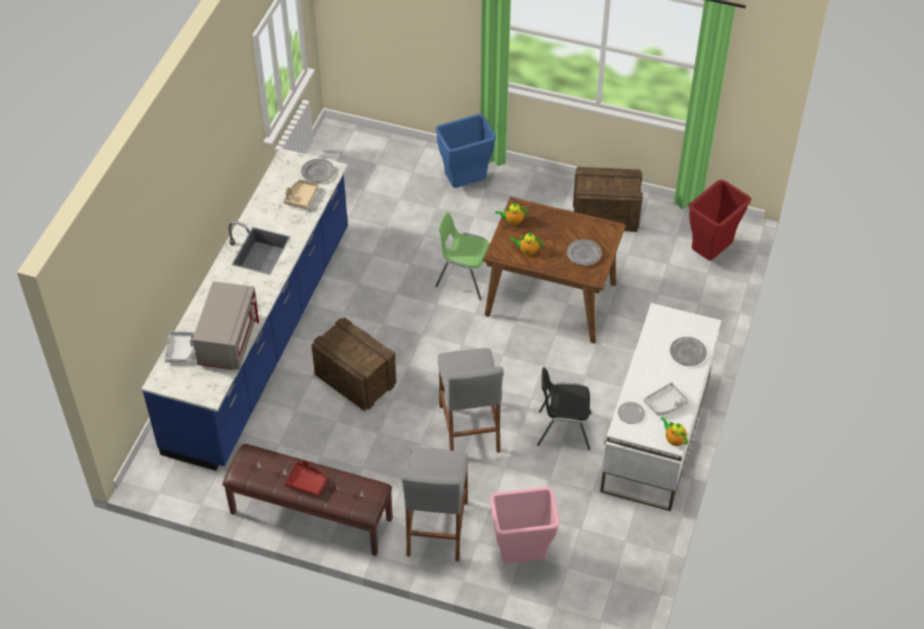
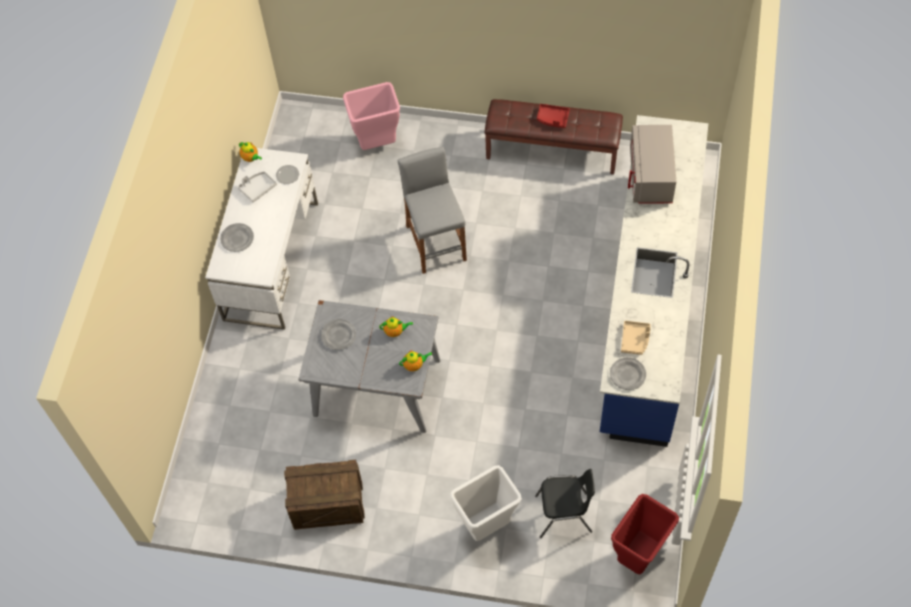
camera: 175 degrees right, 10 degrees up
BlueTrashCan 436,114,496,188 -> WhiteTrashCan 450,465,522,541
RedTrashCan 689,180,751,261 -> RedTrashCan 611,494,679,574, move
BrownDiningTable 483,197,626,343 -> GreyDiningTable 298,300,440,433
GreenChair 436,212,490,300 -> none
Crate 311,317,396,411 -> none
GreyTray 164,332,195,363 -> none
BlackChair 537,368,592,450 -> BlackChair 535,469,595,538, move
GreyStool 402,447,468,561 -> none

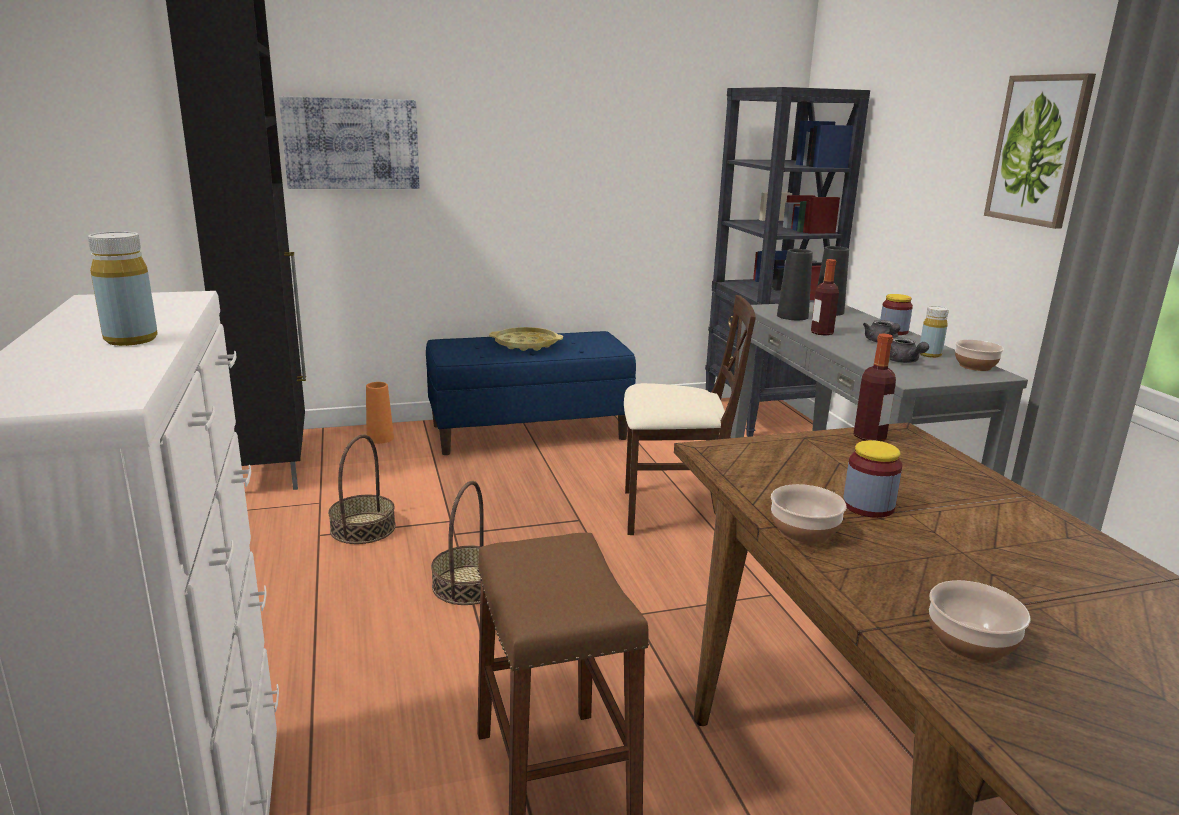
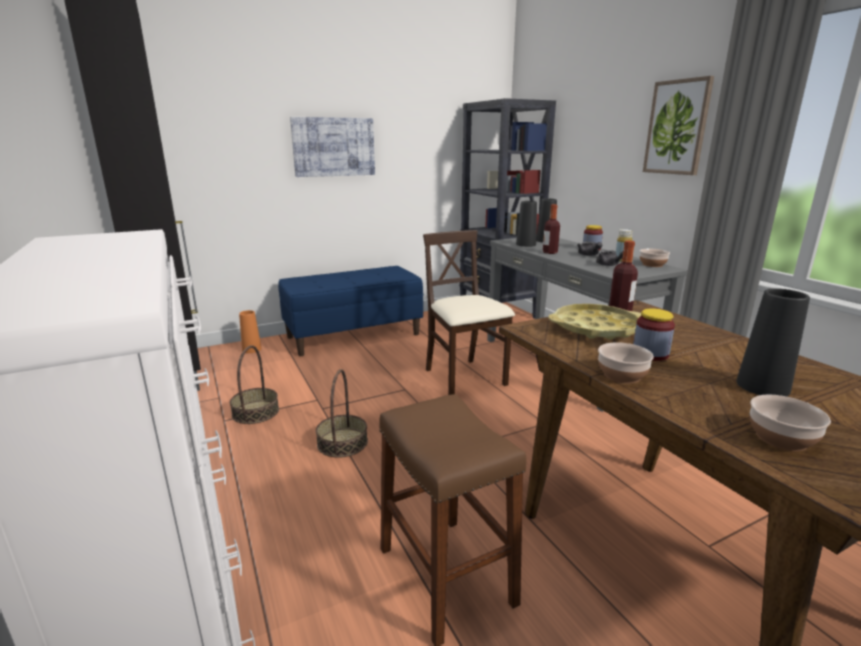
camera: 10 degrees left, 0 degrees up
Picture 279,96,420,189 -> Picture 290,117,375,177, move
YellowBottle 88,232,158,346 -> none
BeigeChair 624,295,756,535 -> BeigeChair 423,230,515,395, 105 degrees counterclockwise
YellowTray 489,327,563,351 -> YellowTray 548,304,641,340, move
none -> BlackVase 736,288,810,397

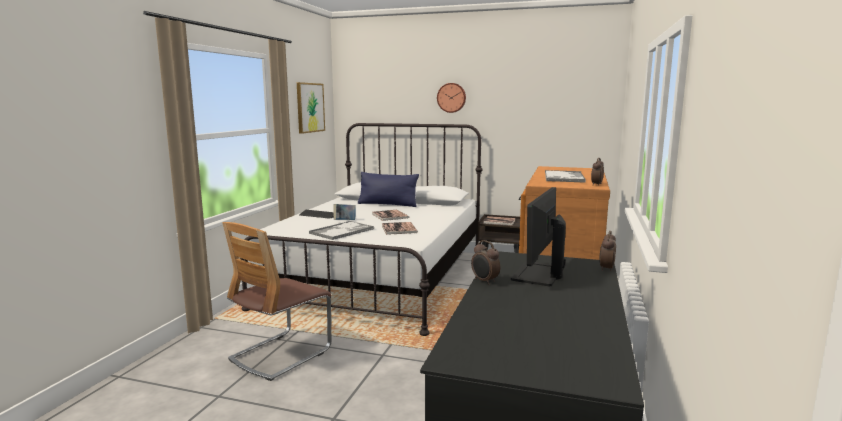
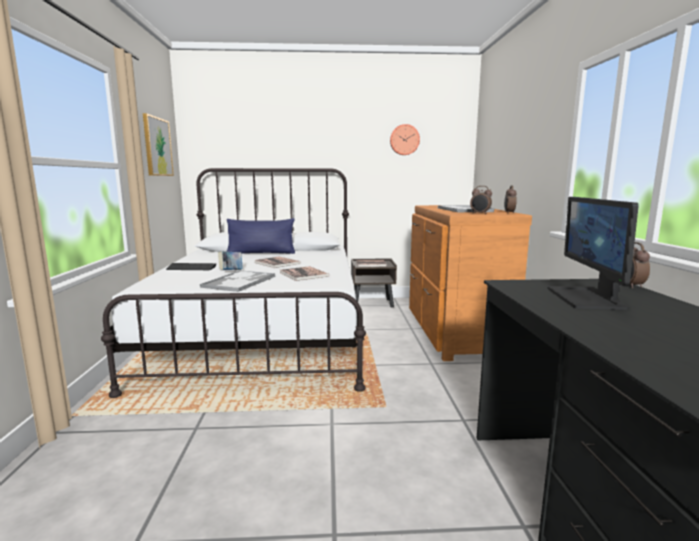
camera: 20 degrees left, 0 degrees up
WallClock 437,83,466,113 -> WallClock 390,124,420,155, move
Chair 223,222,331,381 -> none
AlarmClock 471,240,500,285 -> AlarmClock 470,186,492,214, move

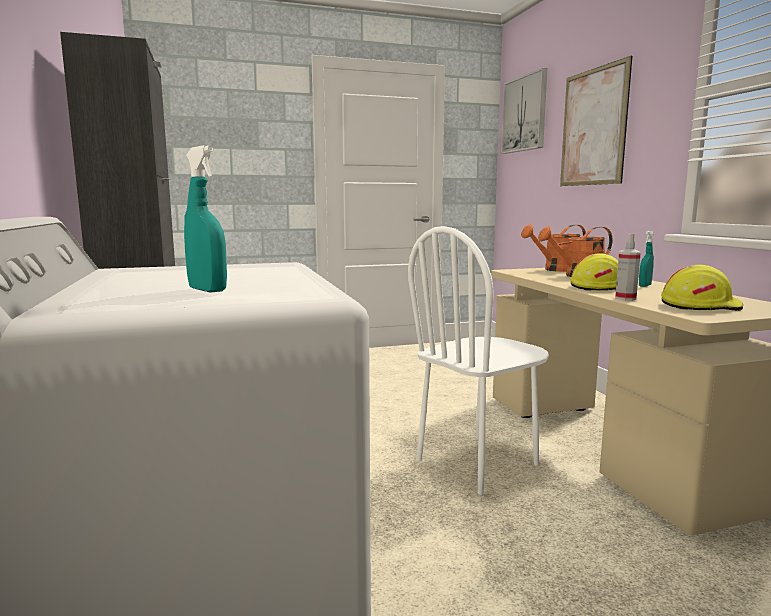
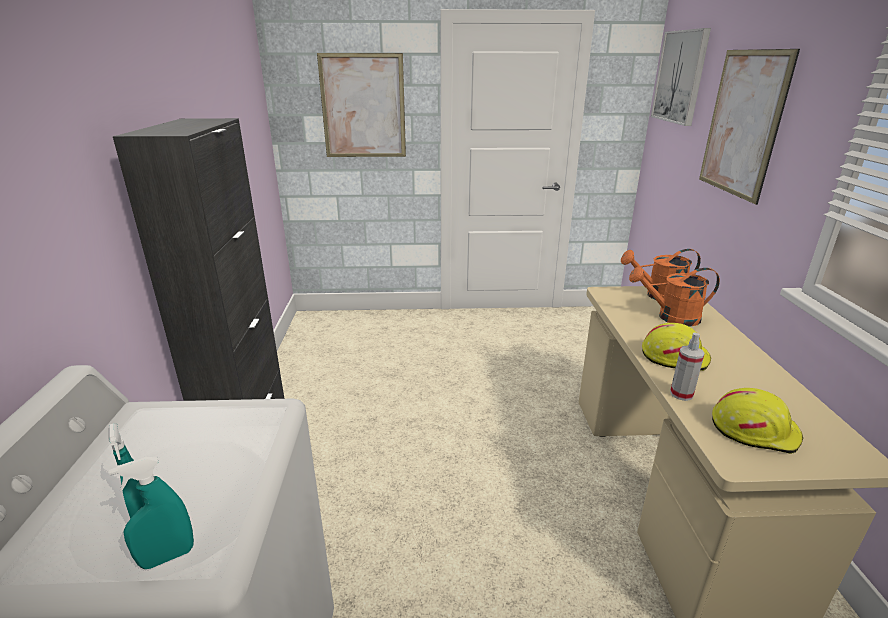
camera: 15 degrees right, 15 degrees up
WhiteChair 408,226,549,495 -> none
TurquoiseSprayBottle 639,231,654,287 -> TurquoiseSprayBottle 109,457,194,569, move
none -> Picture 317,53,406,157

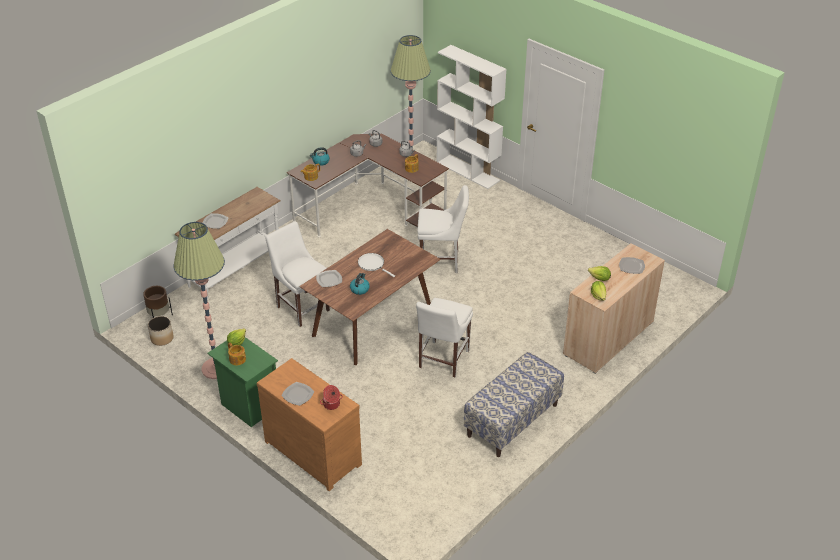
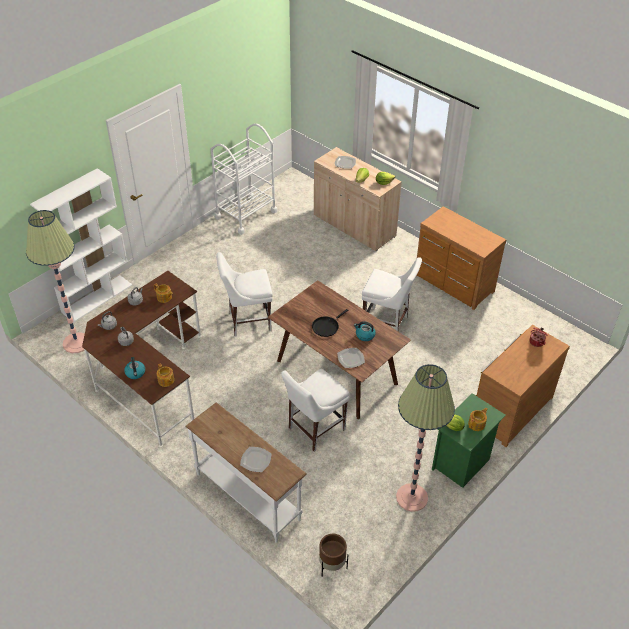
camera: 90 degrees left, 5 degrees up
WhiteChair 417,185,469,273 -> WhiteChair 216,252,273,336, 105 degrees counterclockwise
WhiteFryingPan 358,253,395,277 -> BlackFryingPan 312,309,348,337
Planter 148,316,174,346 -> none
Bench 464,352,564,457 -> BrownDresser 417,206,506,310
Plate 281,382,314,406 -> none
none -> WhiteCart 211,123,277,235

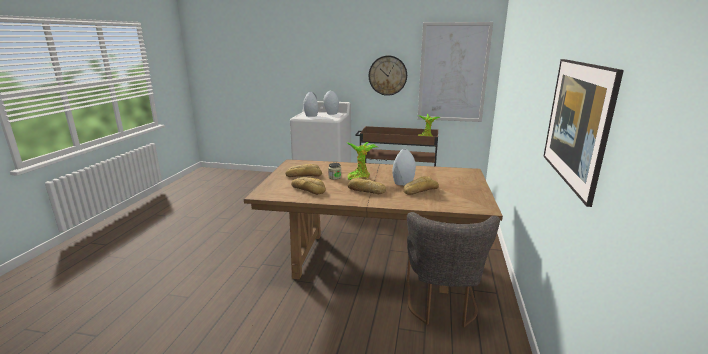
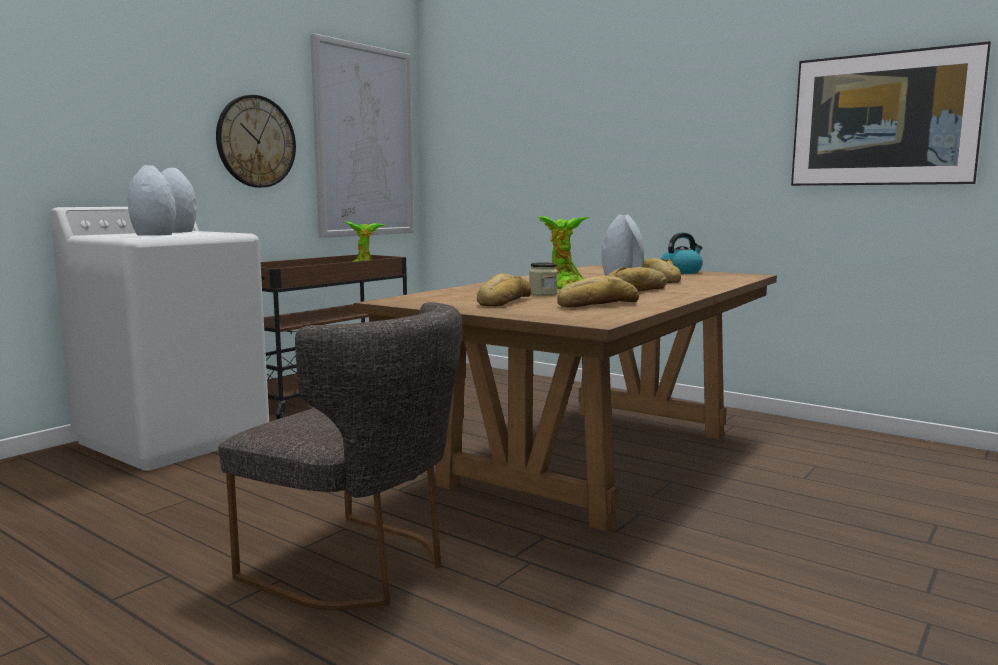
camera: 65 degrees left, 10 degrees down
GreyChair 407,212,500,327 -> GreyChair 218,302,462,610, move
none -> Kettle 661,232,703,274

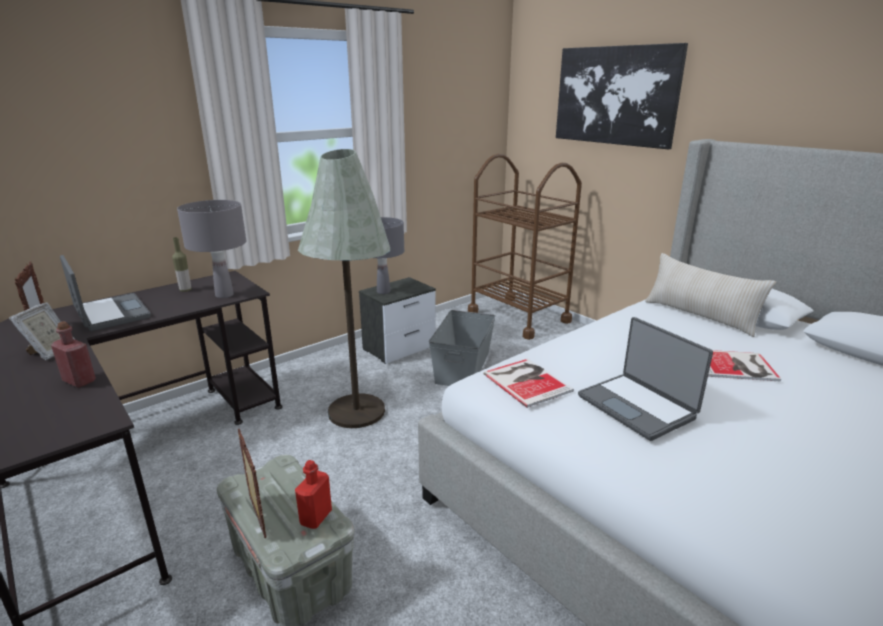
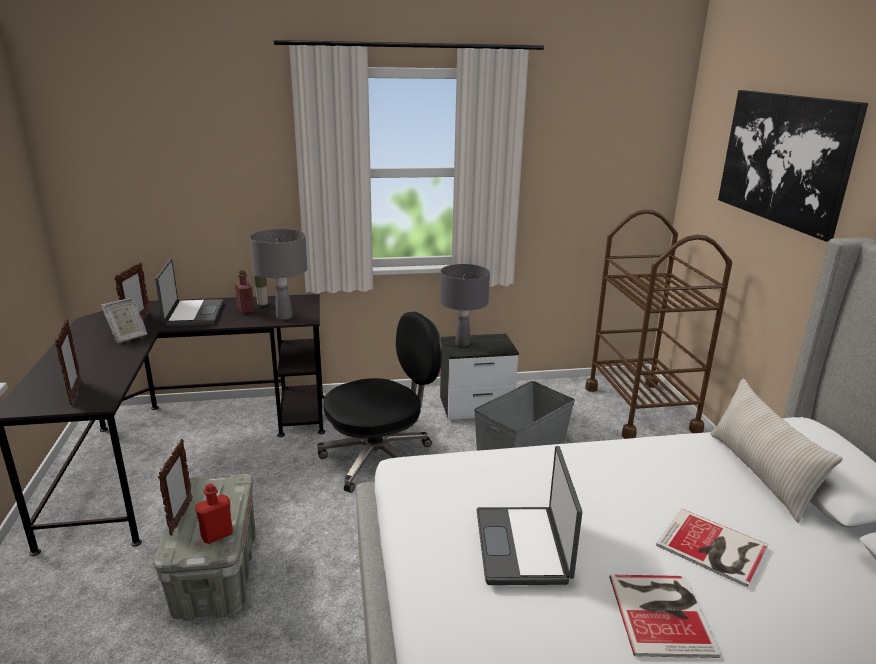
camera: 30 degrees right, 0 degrees up
GreyFloorLamp 298,149,390,428 -> BlackOfficeChair 317,312,442,493
RedBottle 51,321,96,388 -> RedBottle 235,270,254,314, move
Book 483,359,574,408 -> Book 609,575,721,658, move
none -> PictureFrame 55,319,81,405

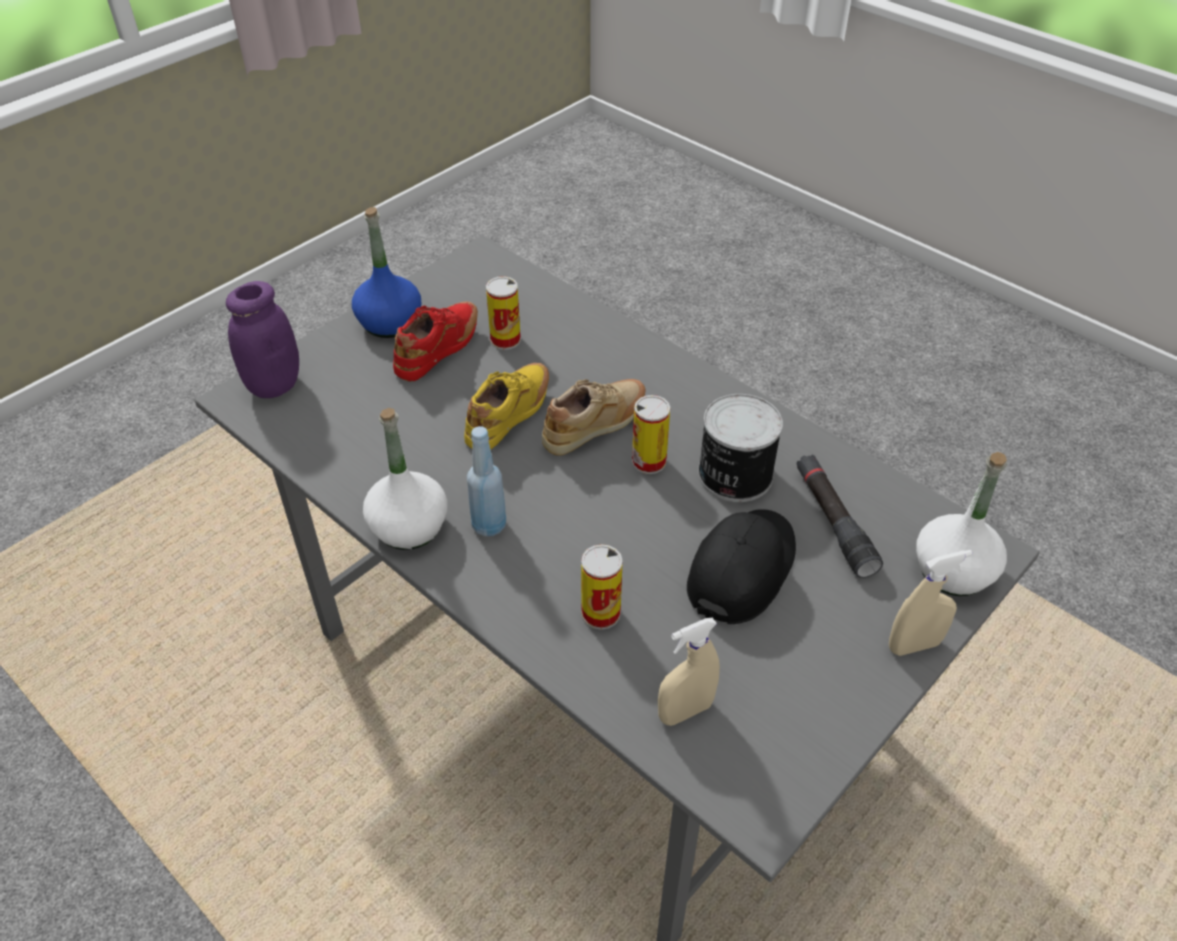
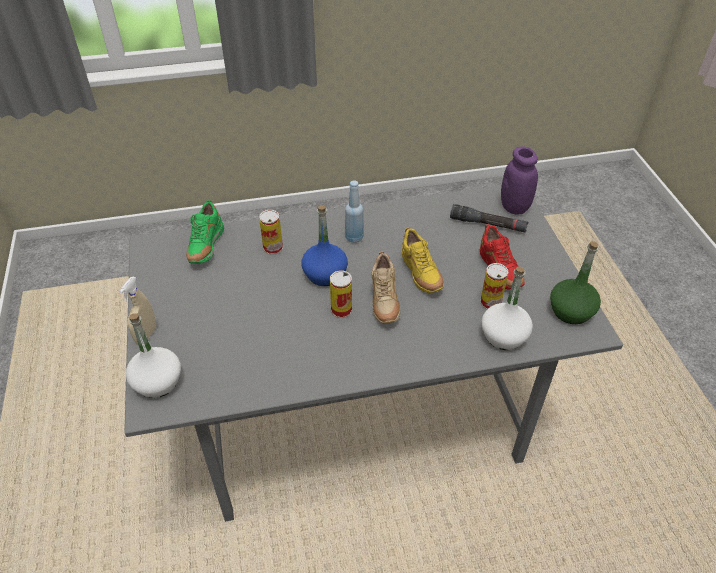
camera: 125 degrees right, 0 degrees up
BlueBottle 352,207,421,338 -> BlueBottle 302,205,348,286, move
Can 698,394,783,502 -> none
WhiteBottle 363,408,447,550 -> WhiteBottle 481,267,533,350, move
BlackFlashlight 796,455,883,578 -> BlackFlashlight 450,204,528,233, move
BlackCap 687,509,796,624 -> none
BeigeSprayBottle 658,618,720,726 -> GreenShoe 186,200,224,264
none -> GreenBottle 550,241,601,324

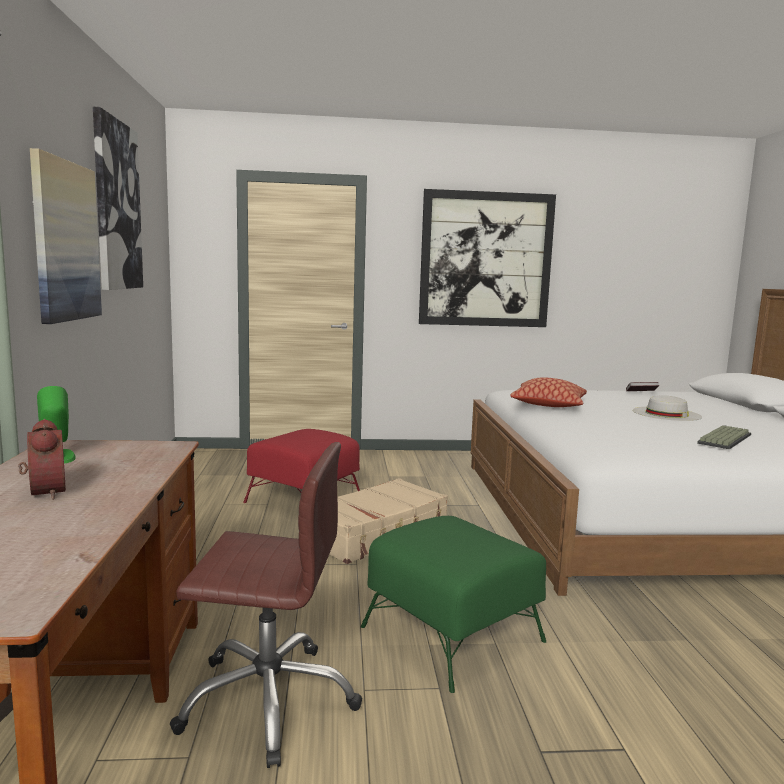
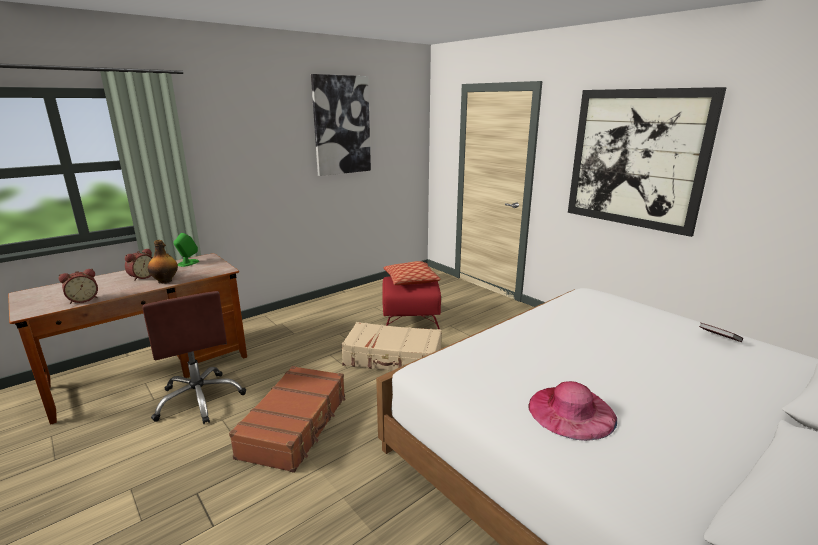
camera: 55 degrees right, 10 degrees up
Picture 30,148,102,324 -> none
Pillow 510,378,587,407 -> Pillow 383,261,440,285, move
WhiteHat 633,395,702,421 -> none
Keyboard 697,425,751,449 -> PinkHat 528,381,617,441
GreenOttoman 361,516,546,693 -> BrownSuitcase 229,366,345,473
none -> Bottle 147,240,178,284
none -> AlarmClock 59,269,98,304

